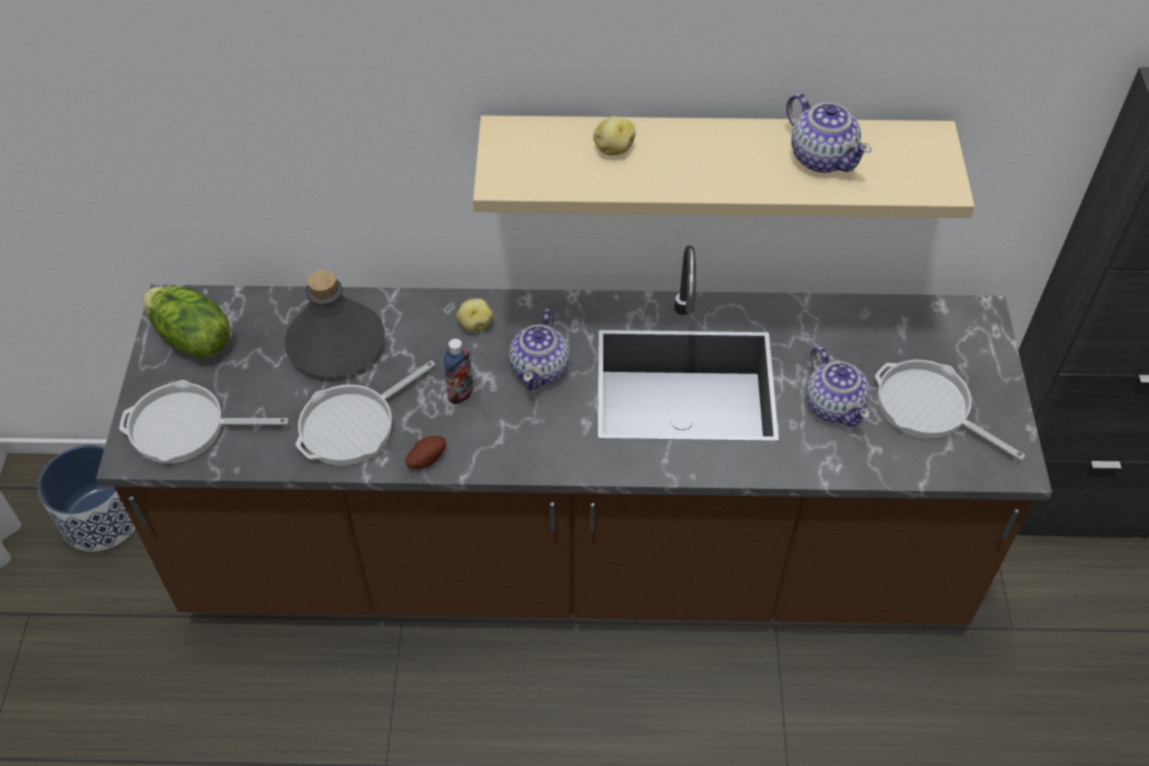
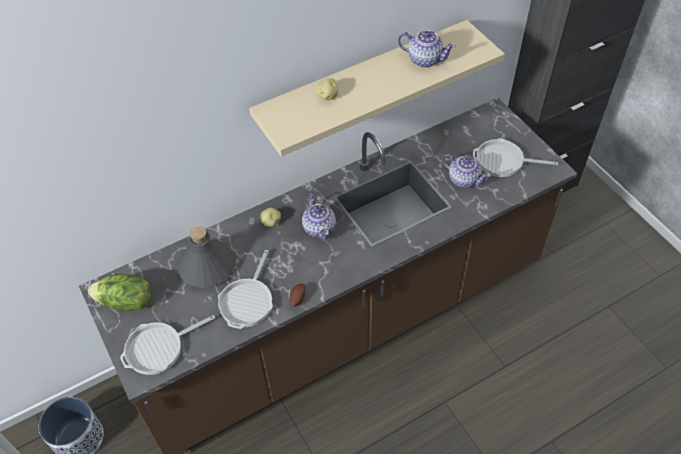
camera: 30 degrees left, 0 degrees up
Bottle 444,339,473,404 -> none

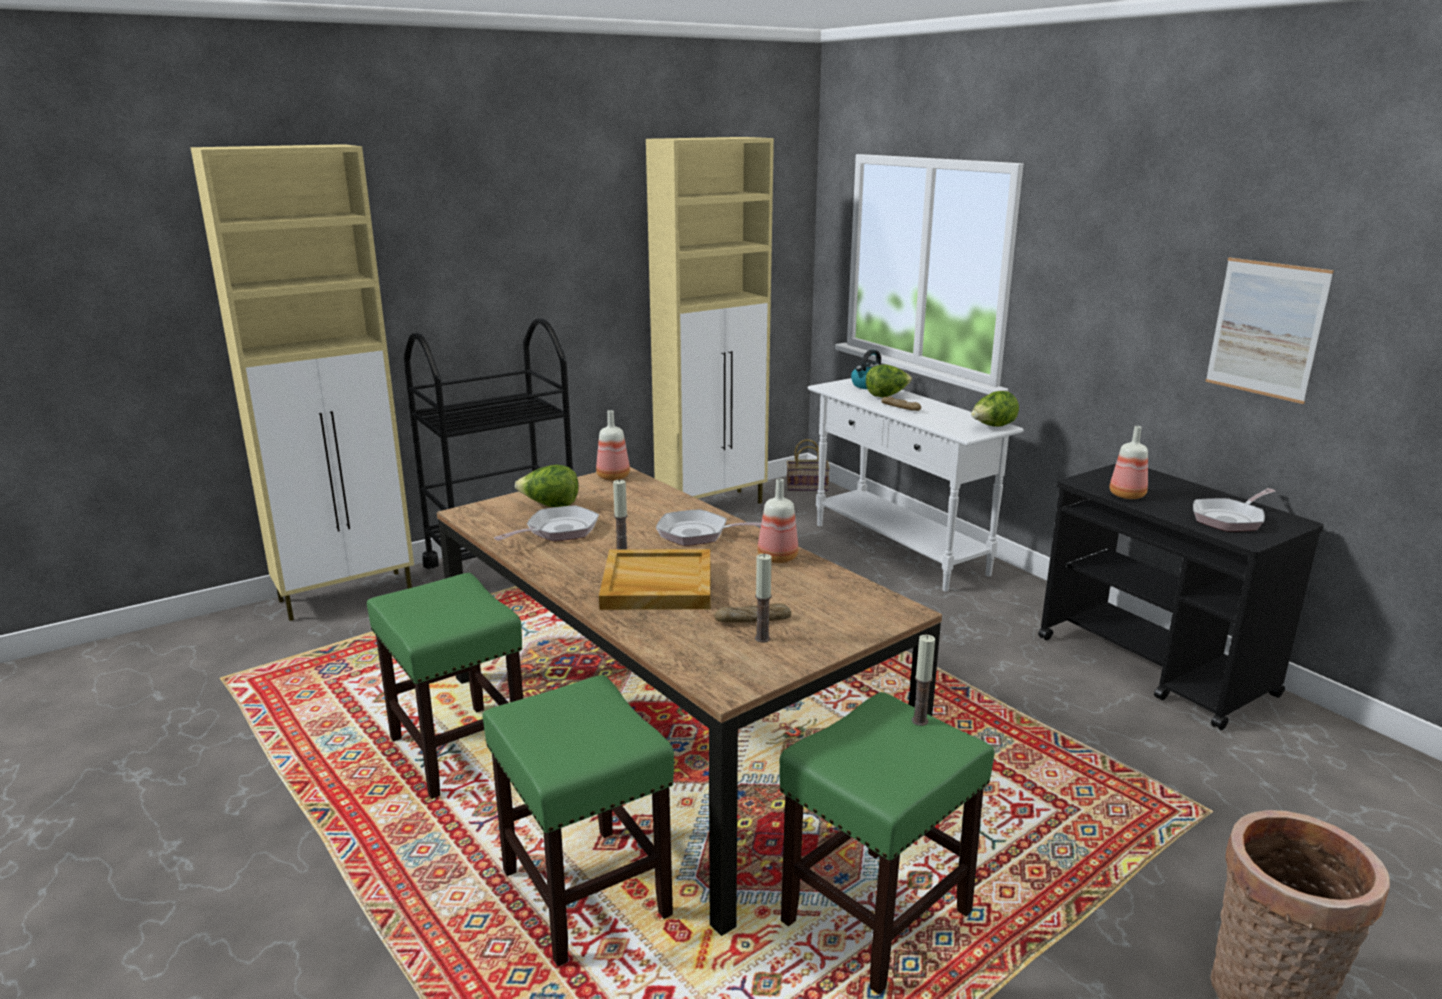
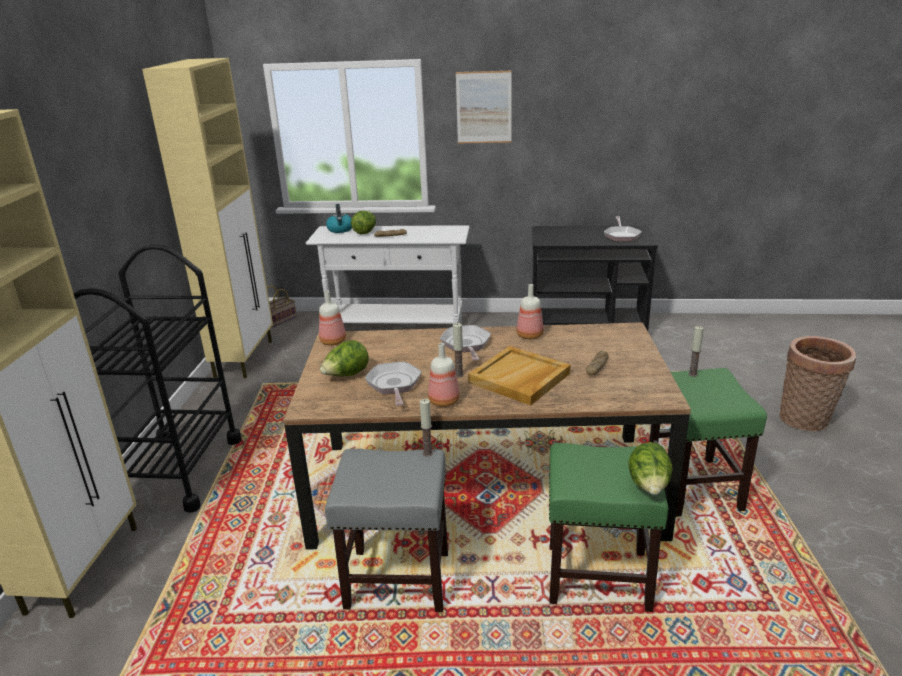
camera: 50 degrees left, 5 degrees up
Picture 1205,257,1334,404 -> Picture 456,71,512,143, move
Lettuce 971,391,1019,426 -> Lettuce 628,442,673,495, move
Bottle 1110,426,1148,499 -> Bottle 428,343,460,407, move
FryingPan 656,509,761,546 -> FryingPan 440,325,491,360, 120 degrees clockwise
Candle 755,554,772,643 -> Candle 420,399,433,457, move
GreenStool 367,573,523,799 -> GreyStool 325,449,448,612

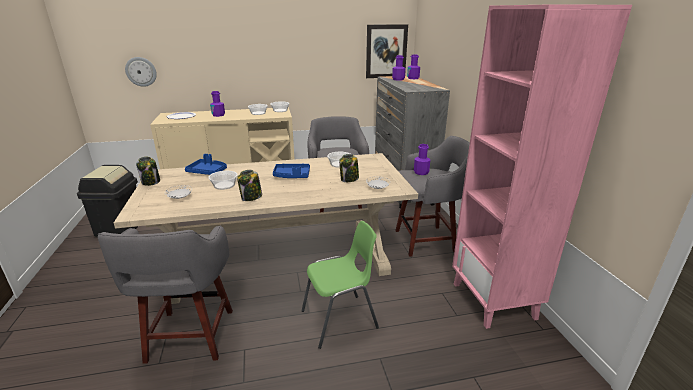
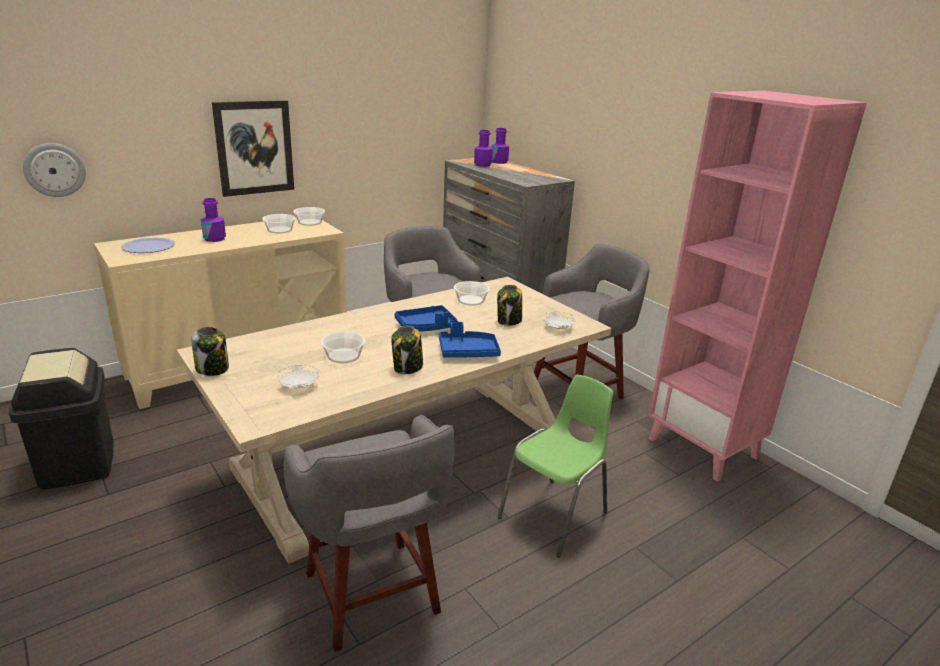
camera: 25 degrees left, 0 degrees up
Picture 366,24,408,78 -> Picture 212,100,294,197, move
PurpleBottle 414,144,430,175 -> none
BlueTray 185,154,227,175 -> BlueTray 439,322,501,358, move

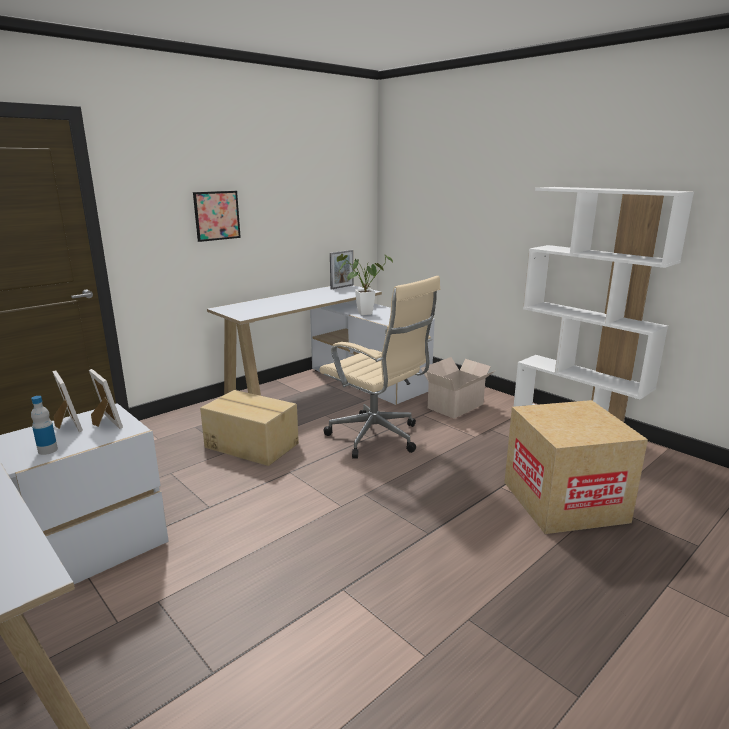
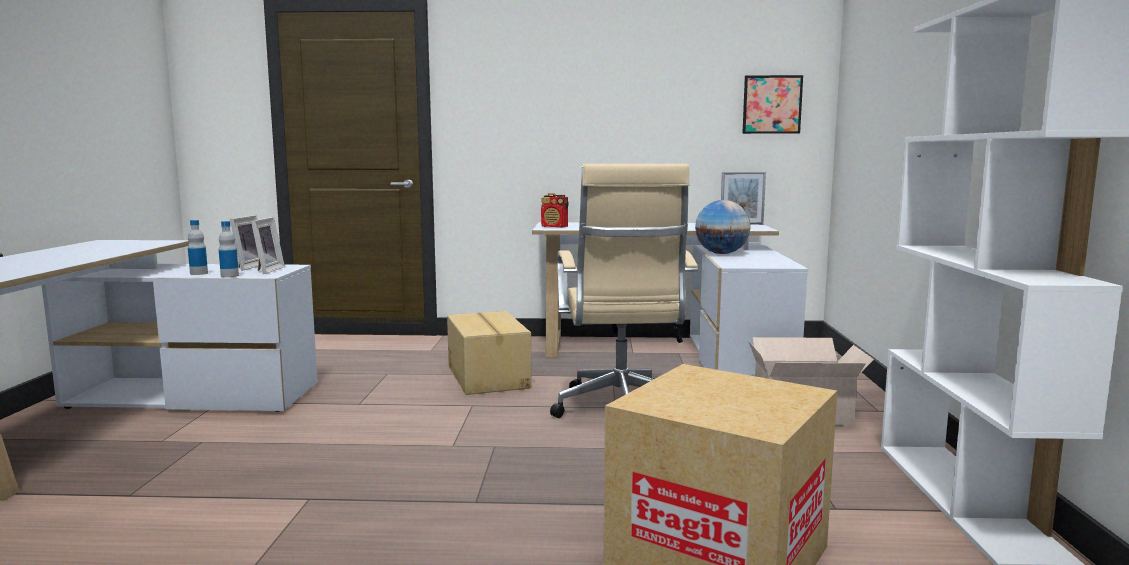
camera: 45 degrees right, 10 degrees down
Picture 193,191,241,242 -> Picture 742,75,803,134, move
PottedPlant 337,254,393,315 -> Globe 695,200,751,254
none -> Radio 541,193,569,228
none -> Bottle 219,221,239,278

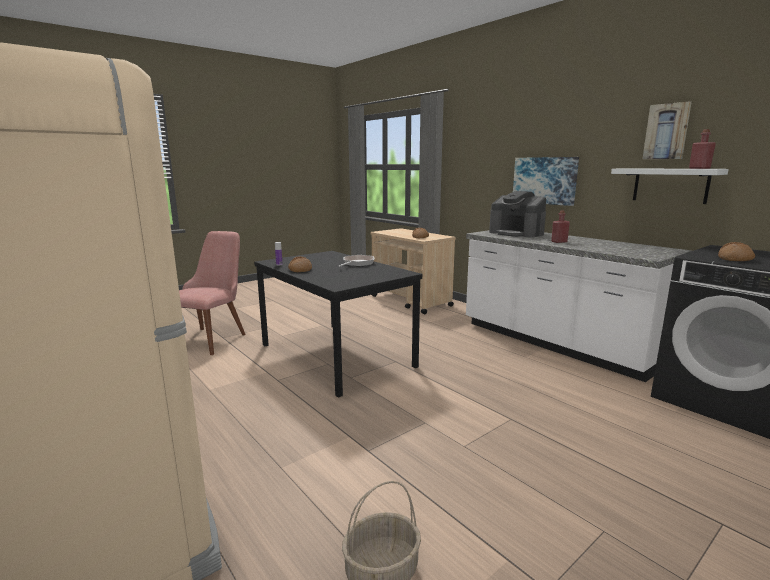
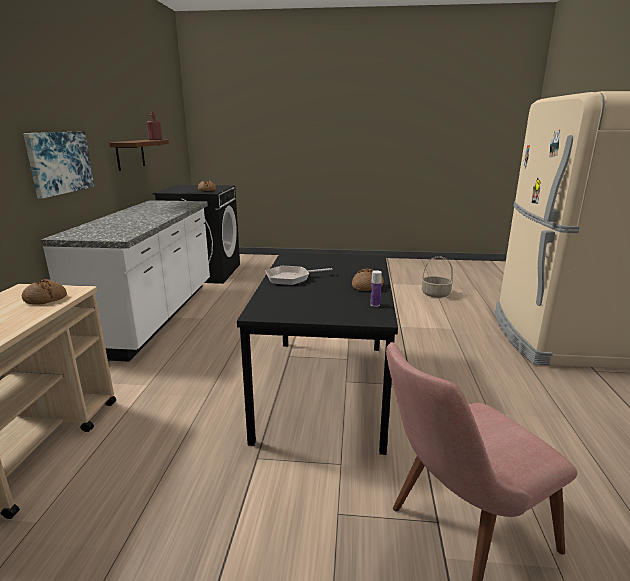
camera: 135 degrees left, 5 degrees up
Picture 642,101,692,159 -> none
WhiteShelf 611,168,729,204 -> BrownShelf 109,140,169,171
CoffeeMachine 489,191,546,238 -> none
RedBottle 551,211,570,243 -> none

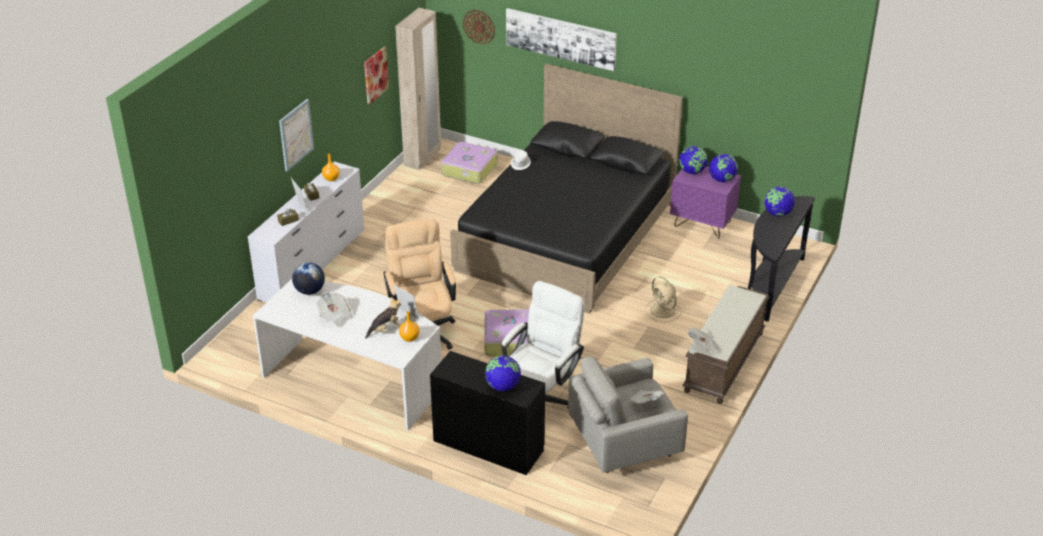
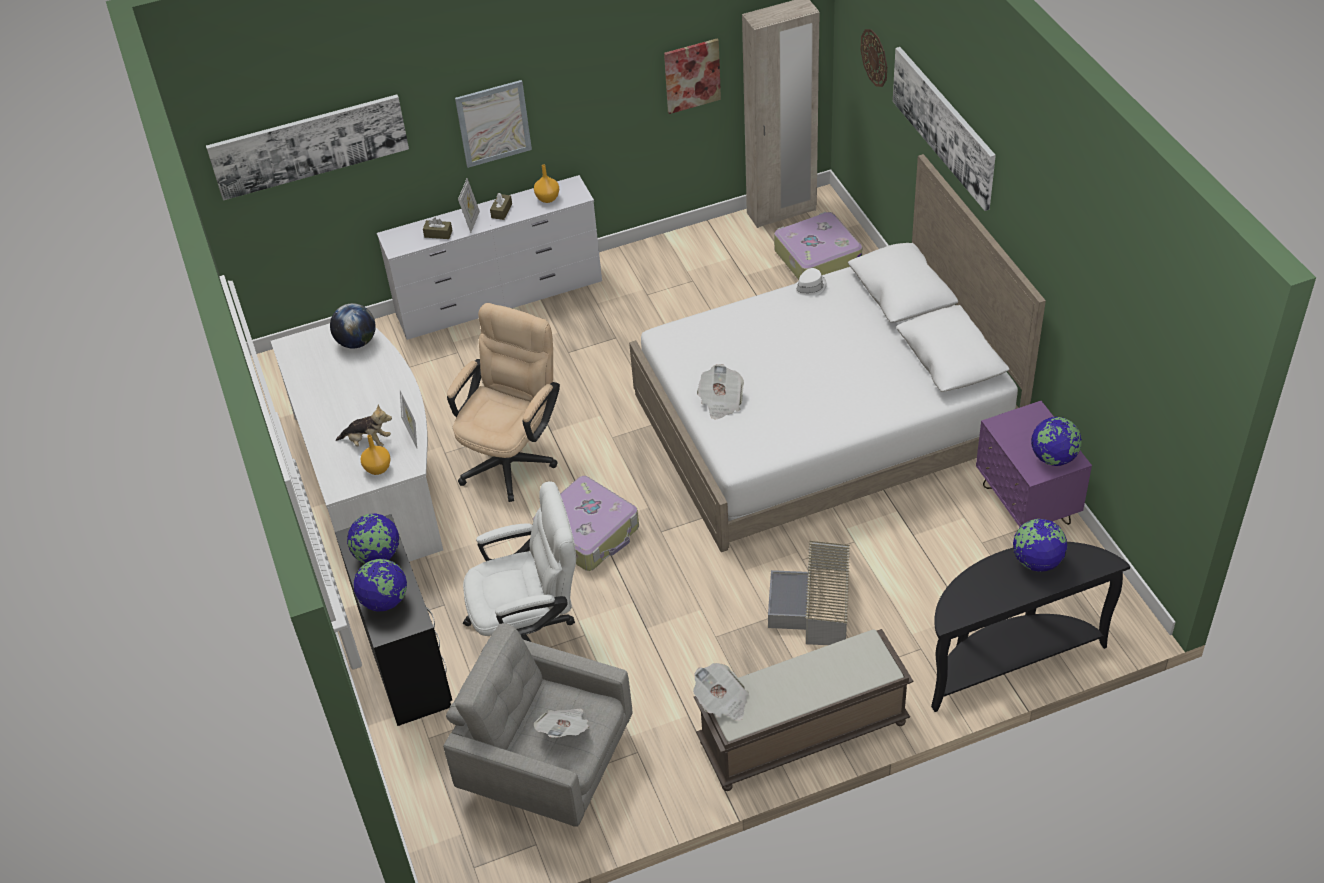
camera: 45 degrees right, 10 degrees up
BlackBed 450,64,683,314 -> WhiteBed 629,154,1046,552
Globe 679,146,708,174 -> Globe 347,513,399,564, move
BeigeFan 645,276,682,322 -> GreyStorageBox 768,540,850,645
Newspaper 316,292,353,327 -> Newspaper 697,364,744,420, move
none -> Picture 206,94,409,200

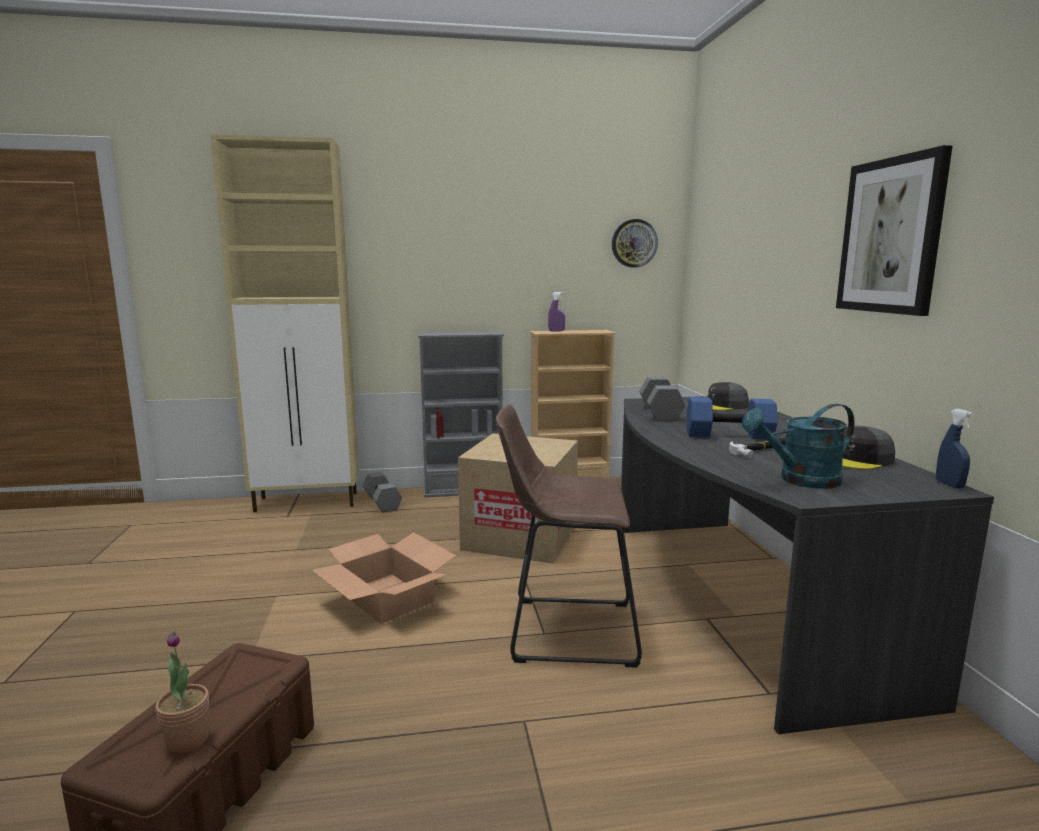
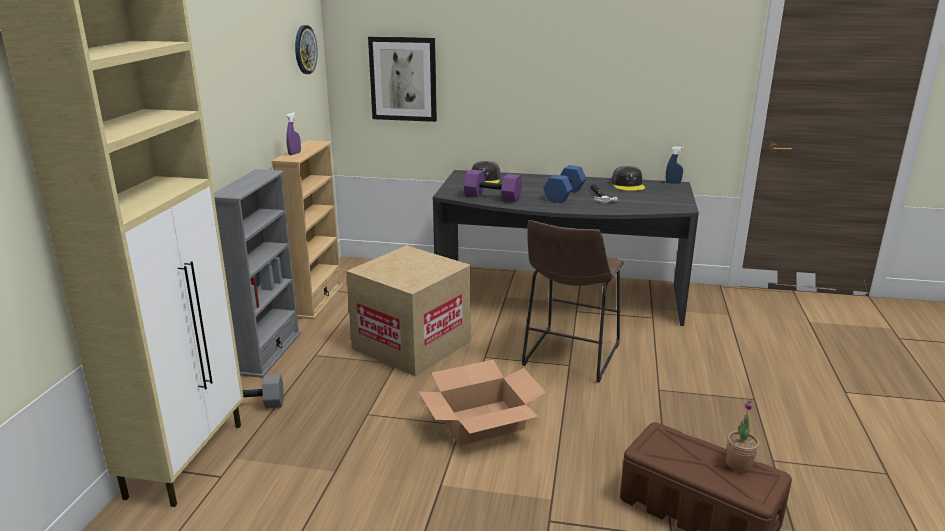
camera: 70 degrees left, 10 degrees up
Picture 836,145,953,316 -> Picture 368,36,437,122, move
GreyDumbbell 639,376,685,422 -> PurpleDumbbell 464,170,522,202
TurquoiseWateringCan 742,404,855,489 -> none

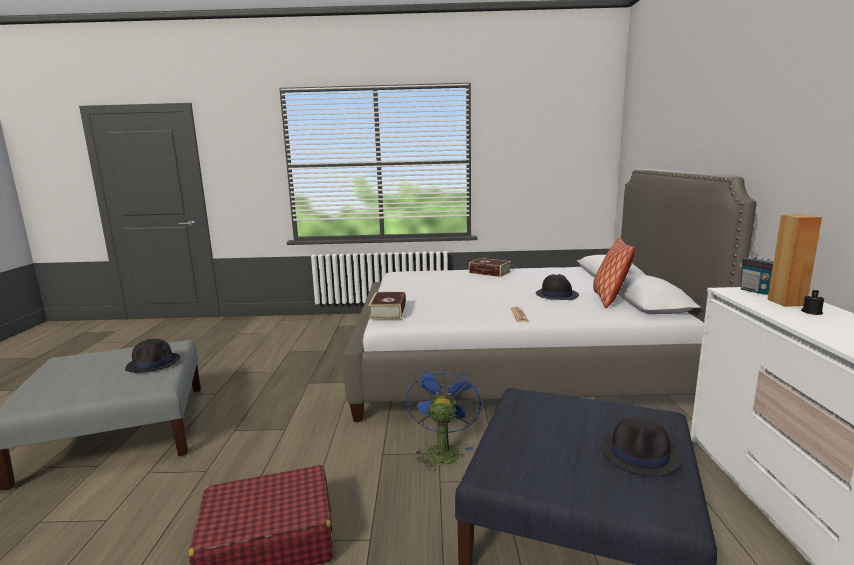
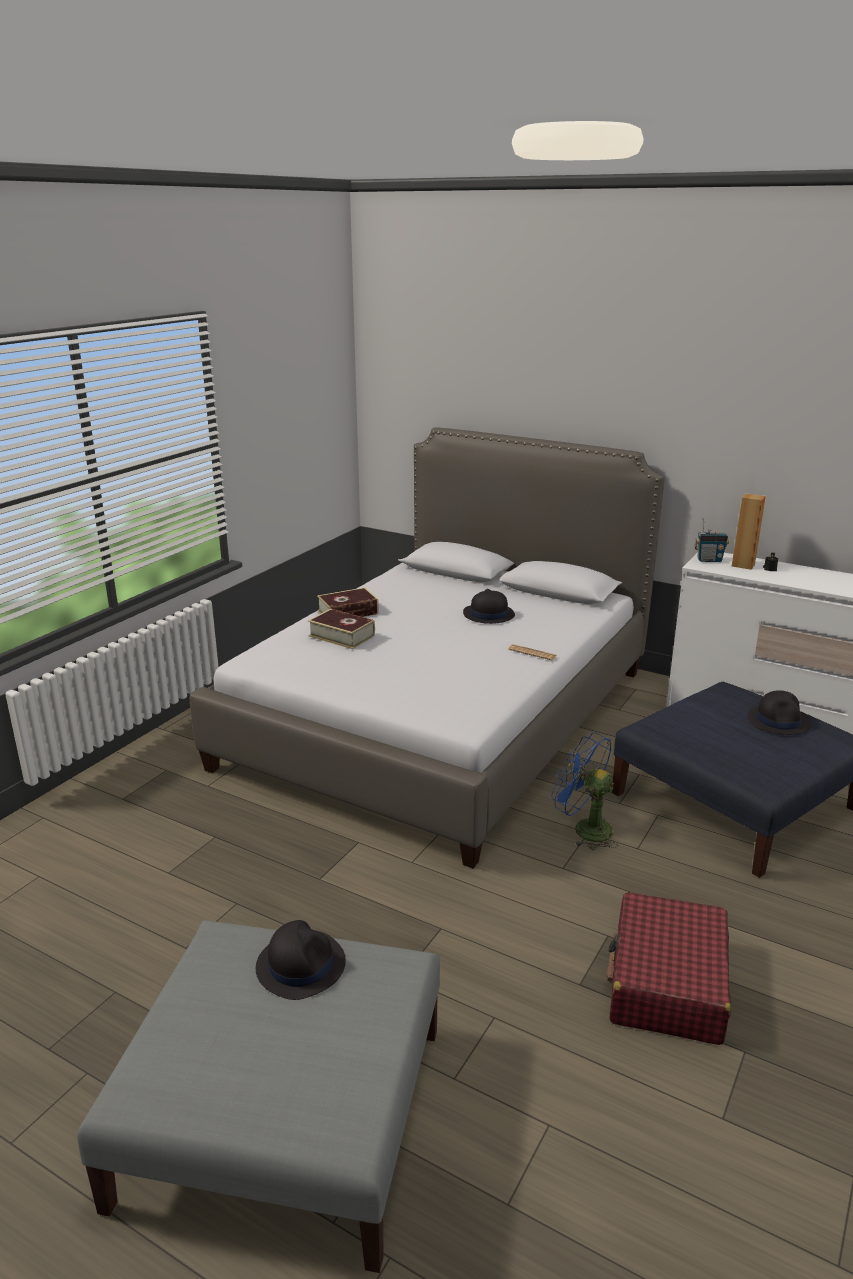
camera: 60 degrees left, 10 degrees up
Pillow 593,237,635,308 -> none
Book 369,292,406,319 -> Book 308,609,375,649, move

